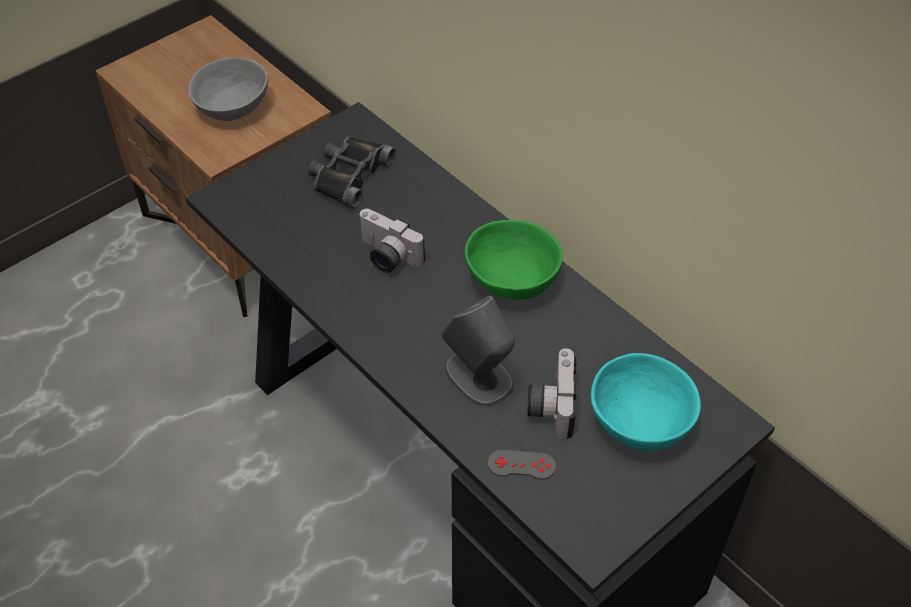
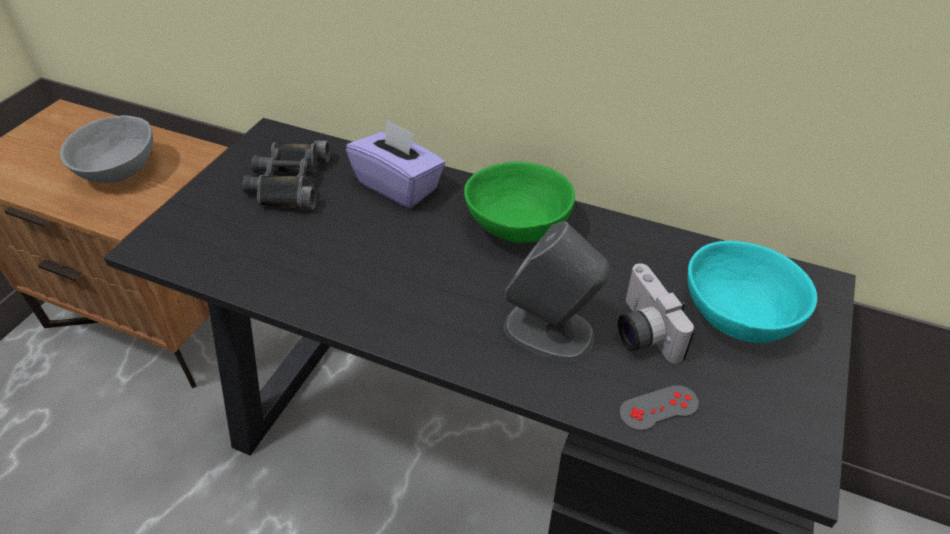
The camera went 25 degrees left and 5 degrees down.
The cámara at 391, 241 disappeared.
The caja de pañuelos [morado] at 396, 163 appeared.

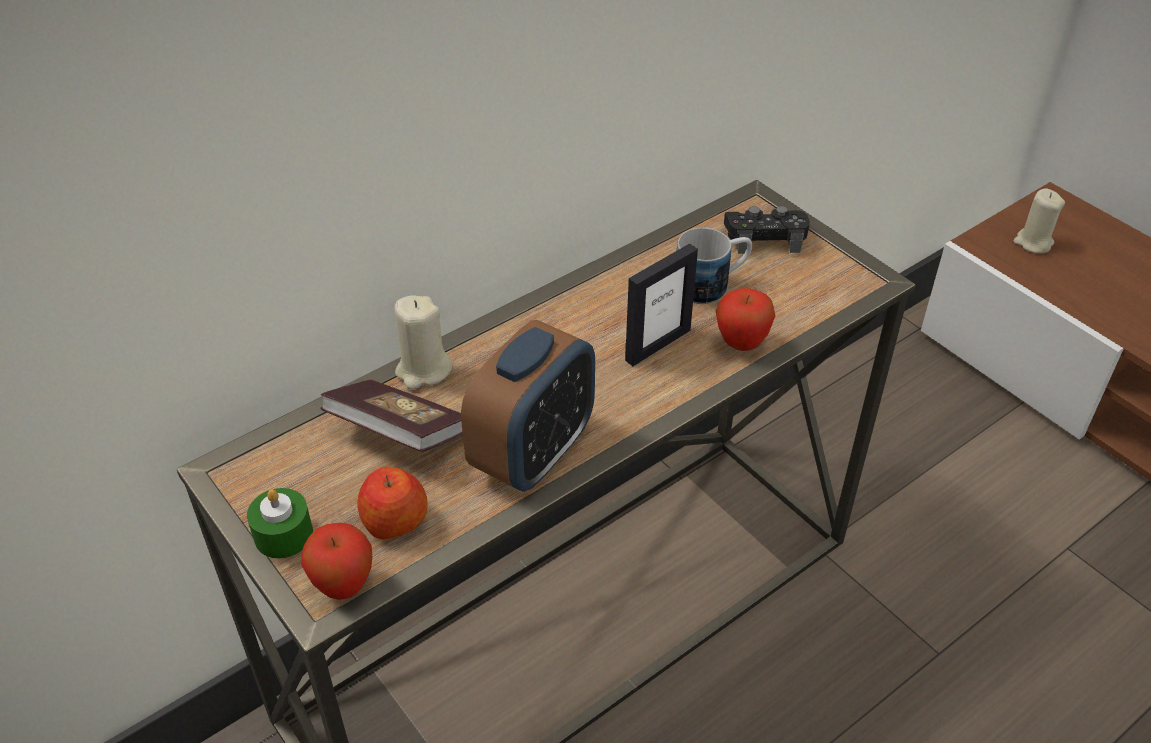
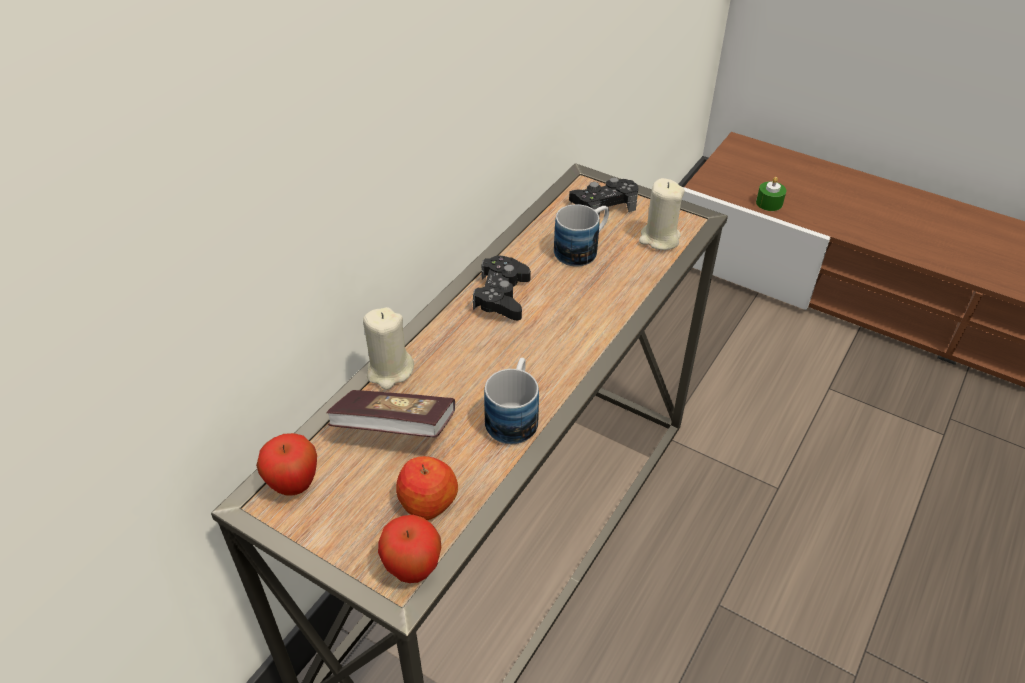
The camera went 20 degrees left and 0 degrees up.
The vela [verde] moved from 280, 523 to 771, 194.
The despertador at 528, 406 was replaced by the taza grande at 511, 401.
The portarretratos at 661, 305 disappeared.
The manzana moved from 745, 319 to 286, 464.
The vela [beis] moved from 1039, 220 to 662, 214.
The mando de consola [negro] at 502, 288 appeared.

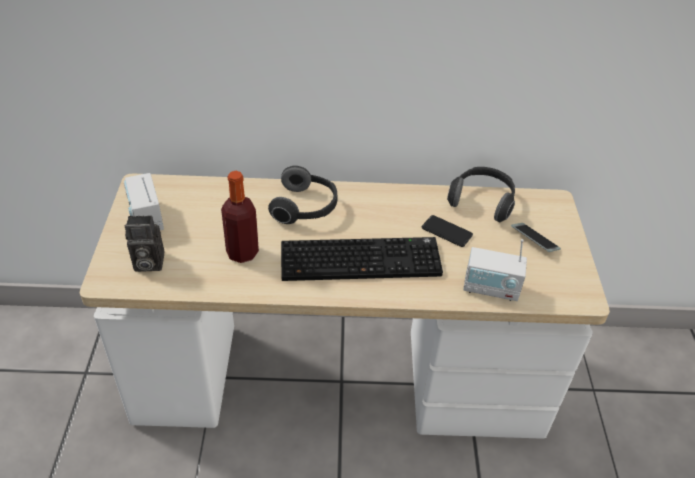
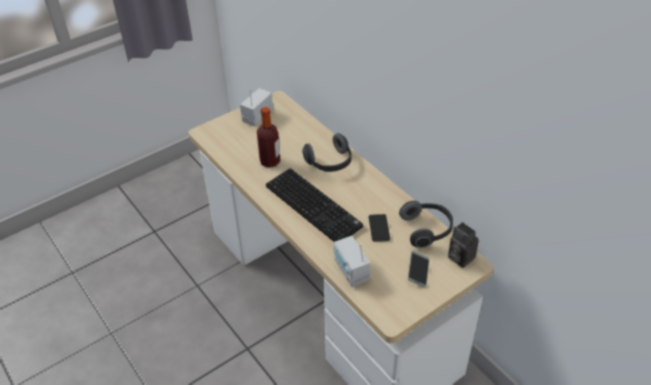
The camera went 55 degrees right and 0 degrees up.
The cámara moved from 144, 243 to 463, 245.

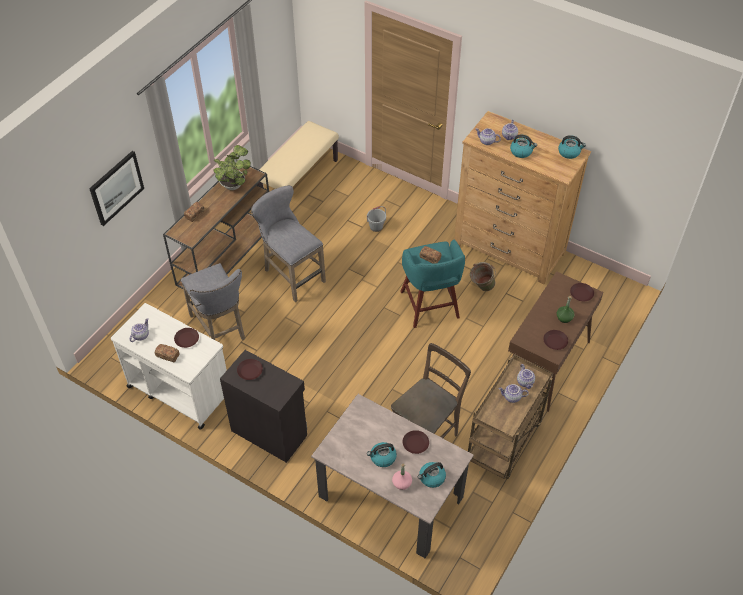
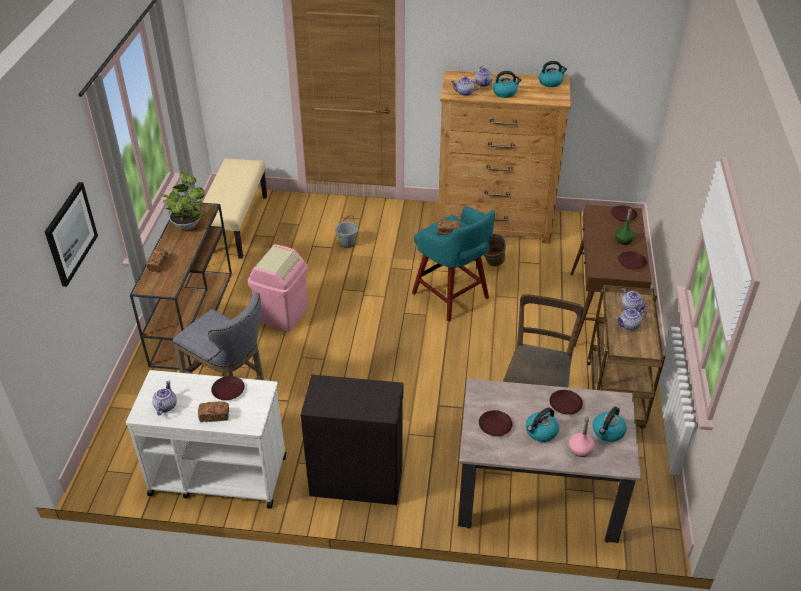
The camera went 25 degrees left and 10 degrees down.
The plato [marrón] moved from 250, 369 to 496, 423.
The taburete [gris] at 288, 243 was replaced by the papelera [rosa] at 278, 287.

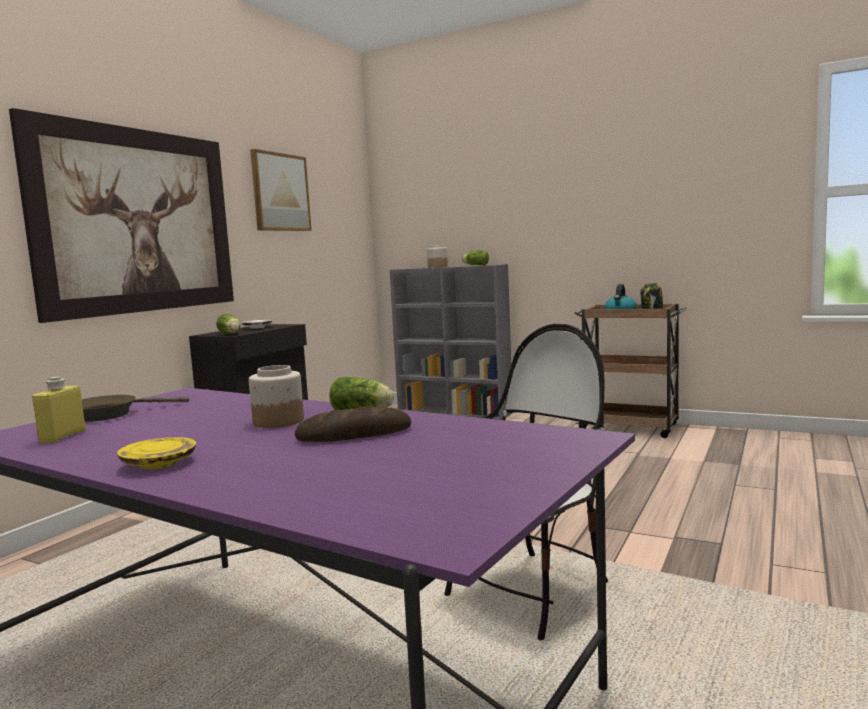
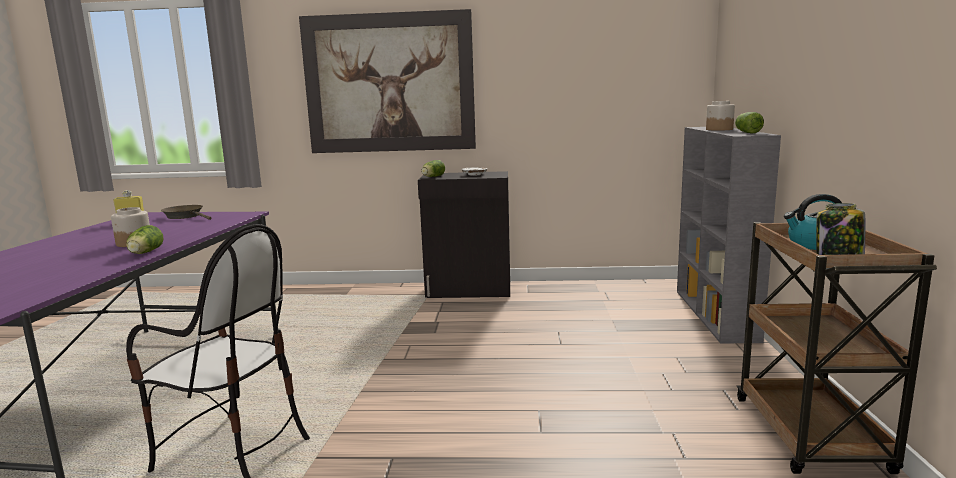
The camera went 65 degrees right and 5 degrees up.
The plato [amarillo] at 156, 453 disappeared.
The cuadro at 281, 190 disappeared.
The pan at 353, 424 disappeared.

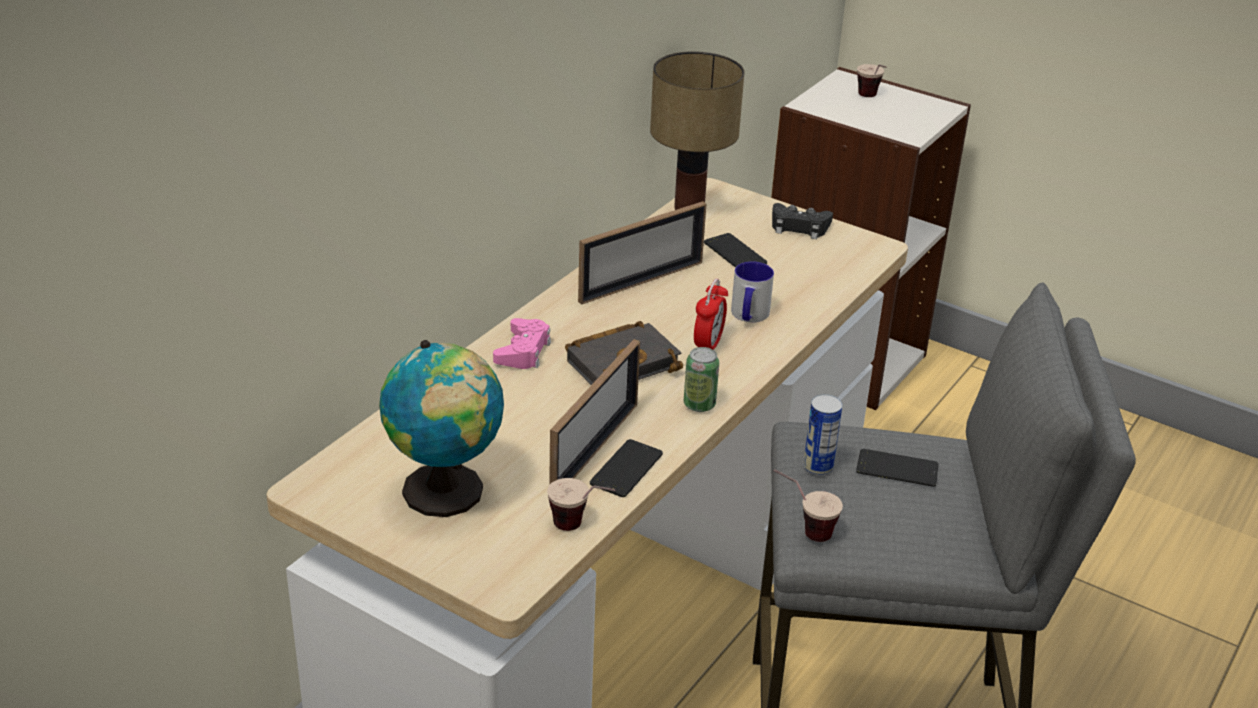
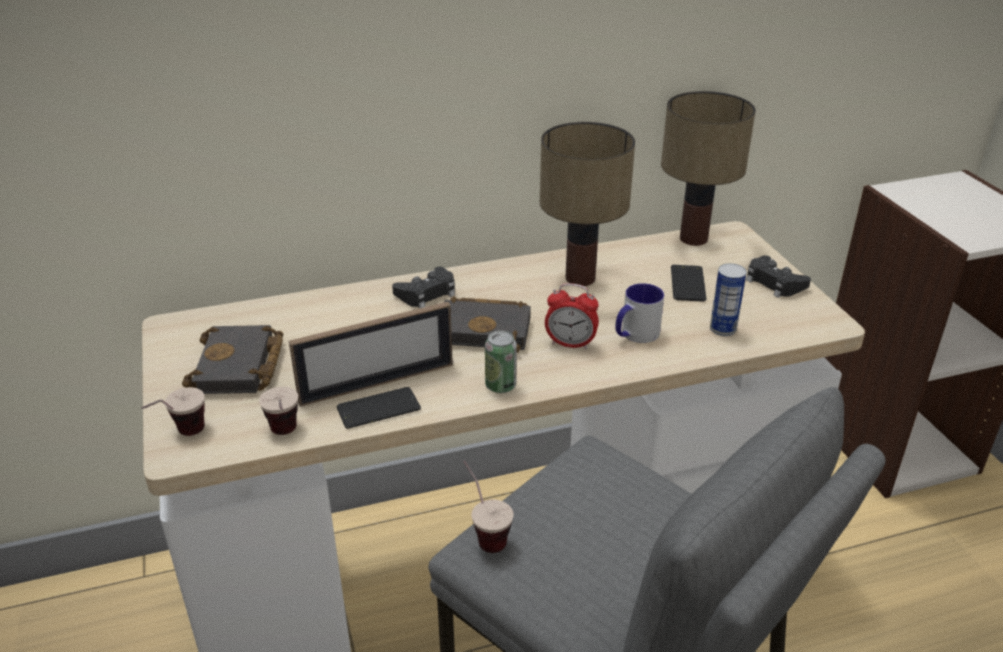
The camera went 40 degrees right and 0 degrees up.
The globo terráqueo at 441, 428 was replaced by the libro [negro] at 232, 359.
The mando de consola [rosa] at 522, 343 became the mando de consola [negro] at 423, 288.
The portarretratos at 642, 253 was replaced by the lámpara de mesa at 587, 204.
The despertador at 711, 314 turned 45 degrees clockwise.
The lata moved from 823, 435 to 728, 299.
The móvil at 897, 468 disappeared.
The taza moved from 871, 80 to 173, 411.

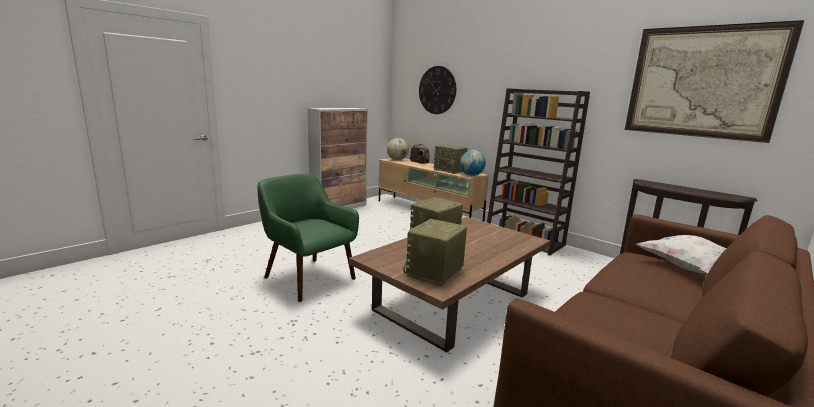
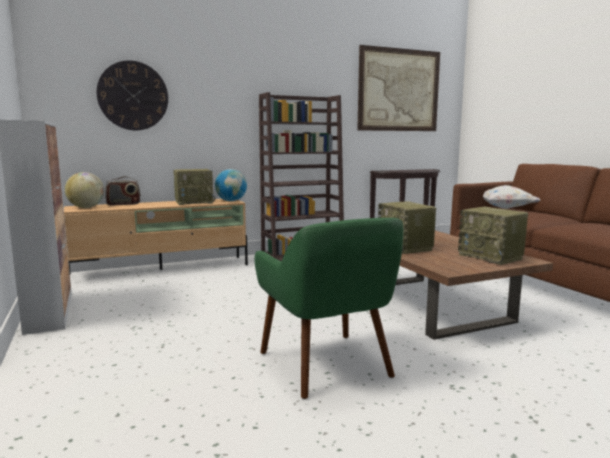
The camera went 65 degrees left and 5 degrees down.
The sillón [verde] at 308, 238 turned 90 degrees counterclockwise.

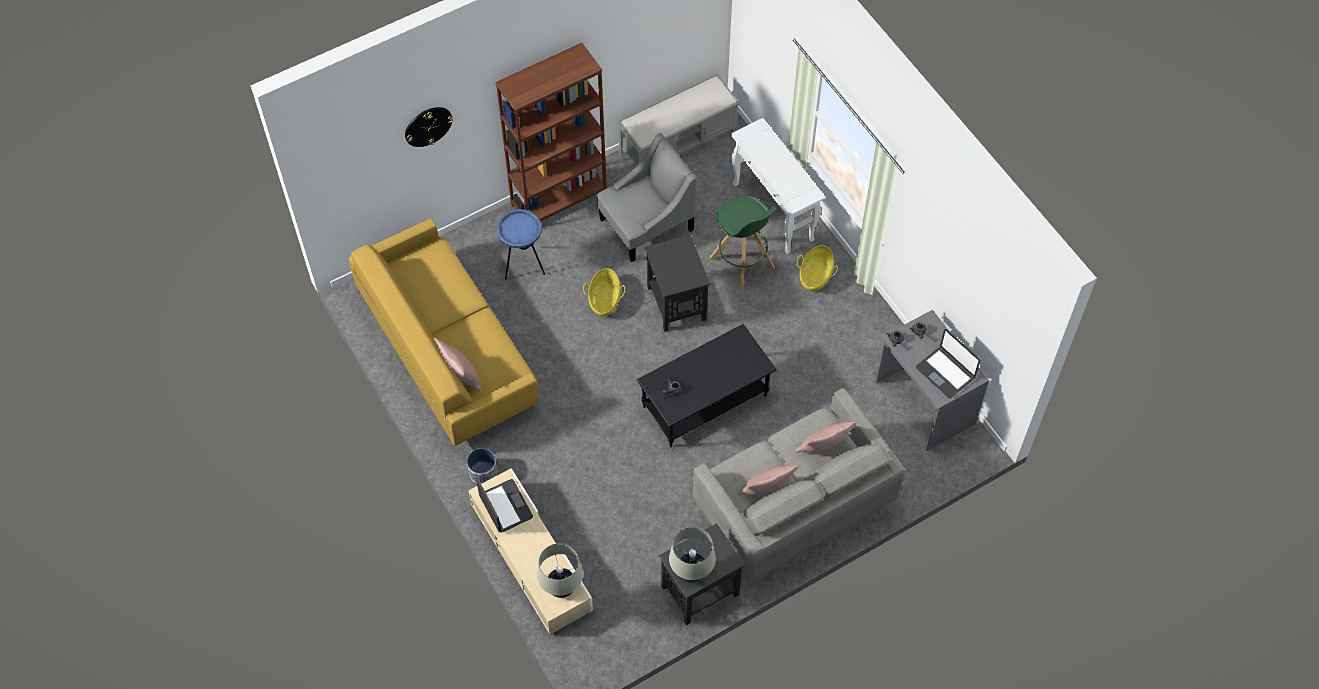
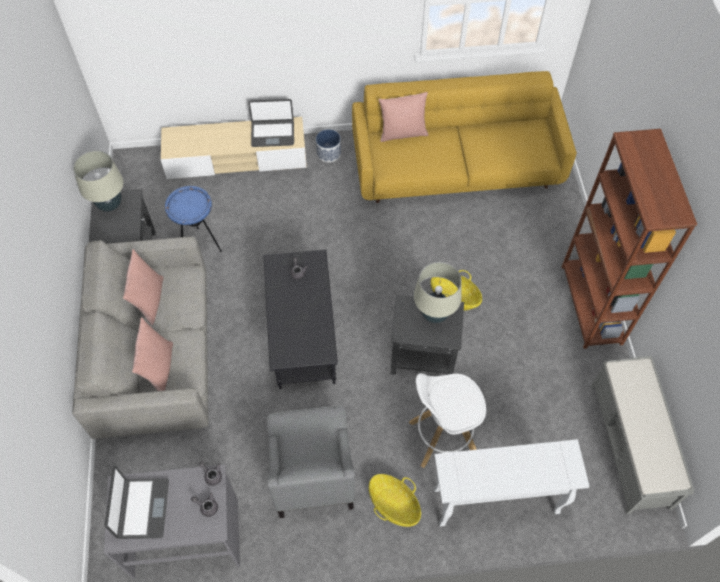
The camera went 115 degrees right and 0 degrees up.
The reloj de pared at 429, 127 disappeared.
The mesa auxiliar [azul] moved from 521, 244 to 193, 219.
The lámpara de mesa [beis] moved from 560, 570 to 438, 292.
The sillón [gris] moved from 646, 197 to 311, 462.
The taburete [verde] at 743, 243 became the taburete [blanco] at 447, 420.
The portátil at 948, 363 turned 105 degrees clockwise.

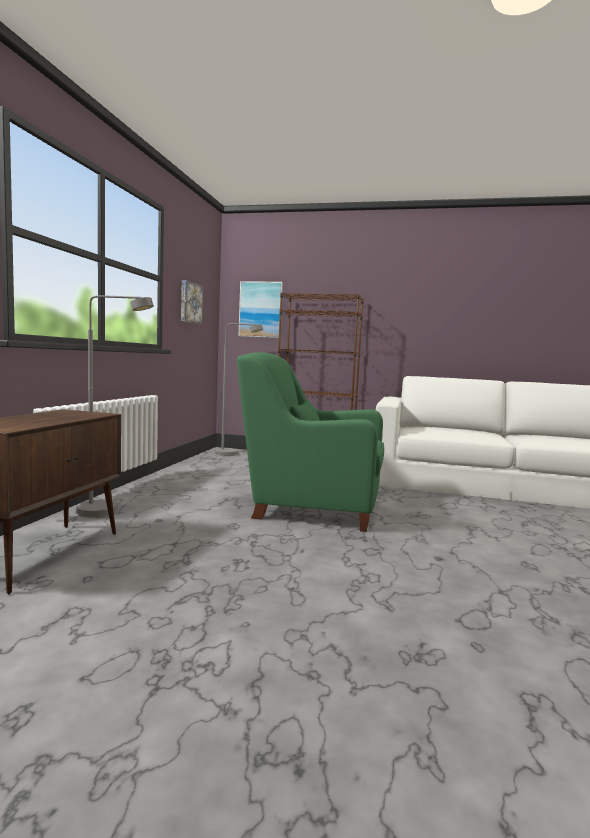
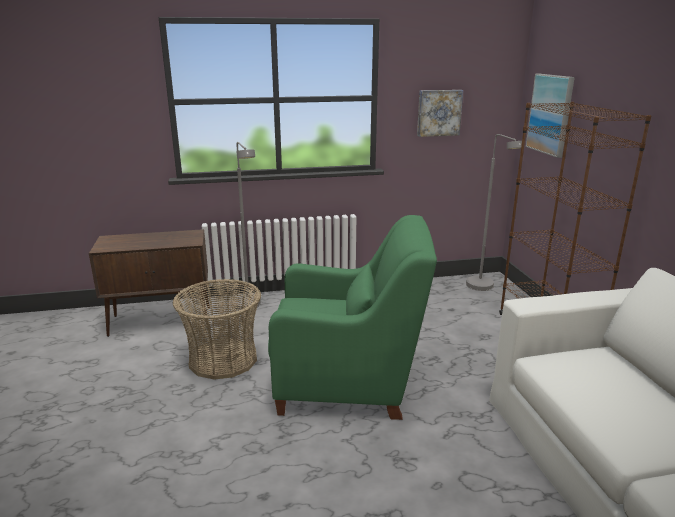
The camera went 65 degrees right and 15 degrees up.
The sillón [verde] at 310, 442 turned 105 degrees clockwise.
The cesta at 216, 329 appeared.

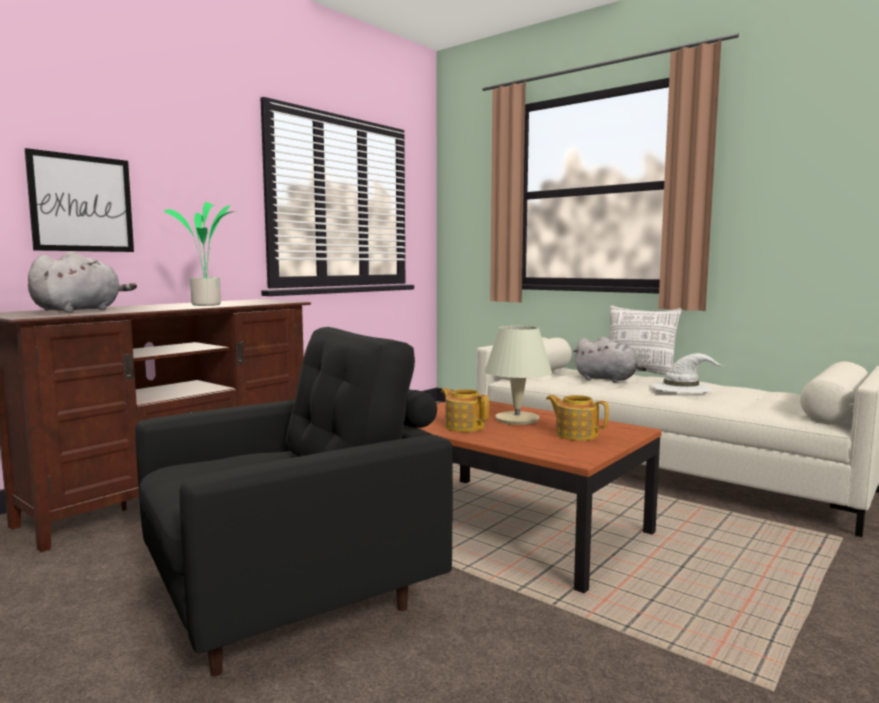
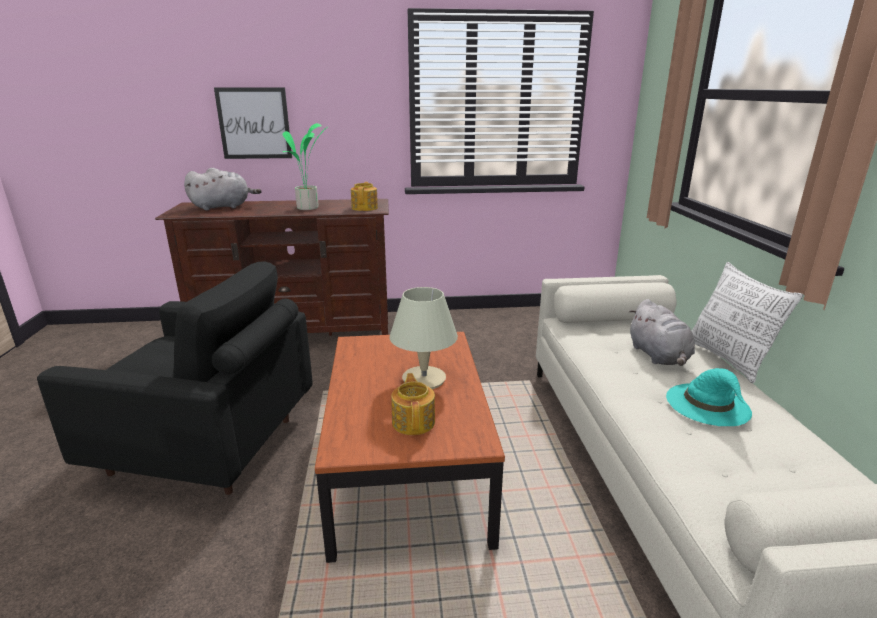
The camera went 45 degrees right and 15 degrees up.
The tetera moved from 465, 410 to 364, 196.
The sombrero [blanco] at 687, 373 became the sombrero [turquesa] at 709, 397.

